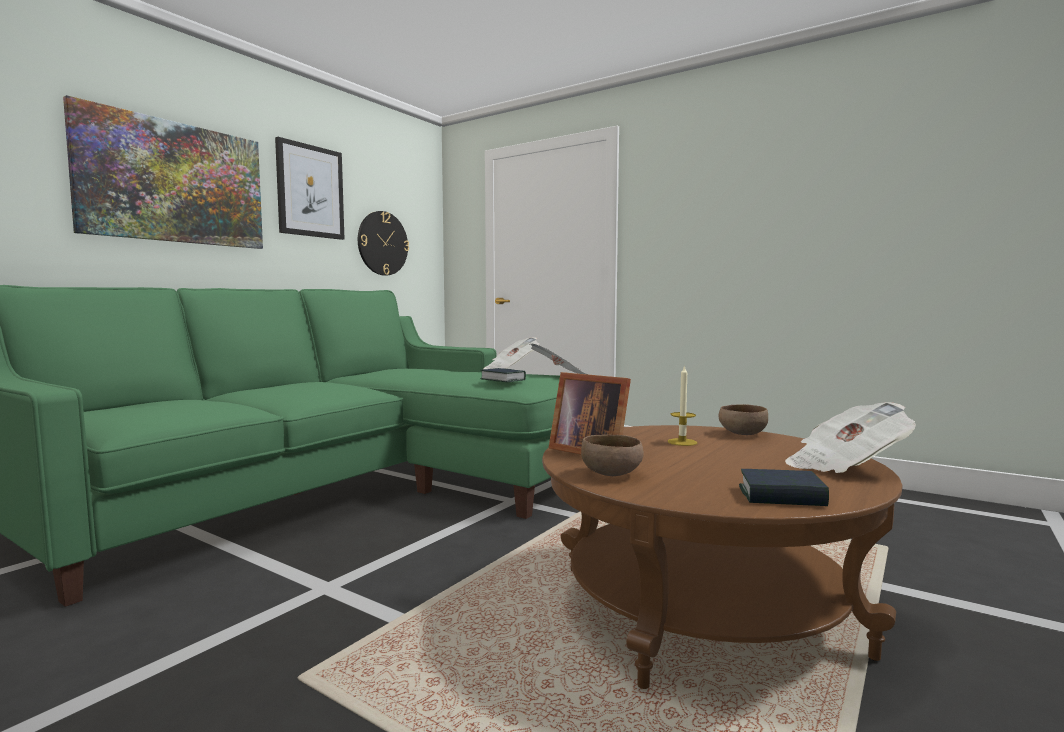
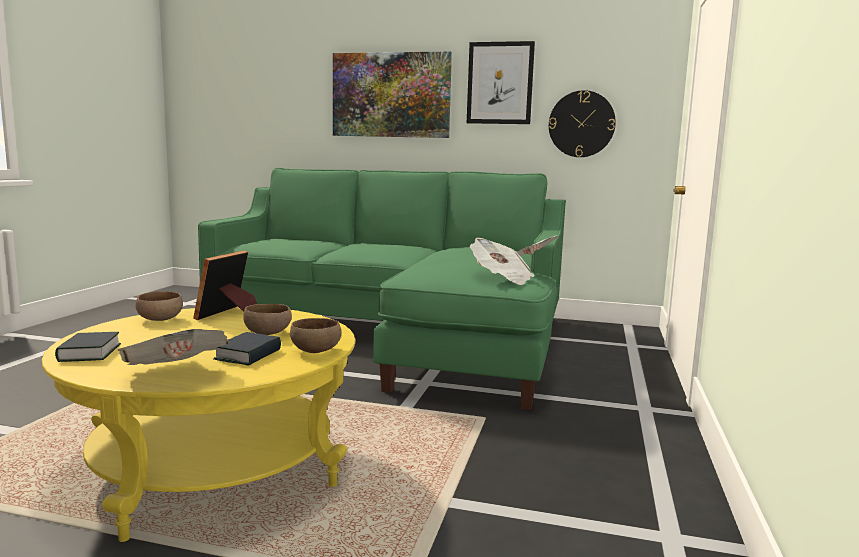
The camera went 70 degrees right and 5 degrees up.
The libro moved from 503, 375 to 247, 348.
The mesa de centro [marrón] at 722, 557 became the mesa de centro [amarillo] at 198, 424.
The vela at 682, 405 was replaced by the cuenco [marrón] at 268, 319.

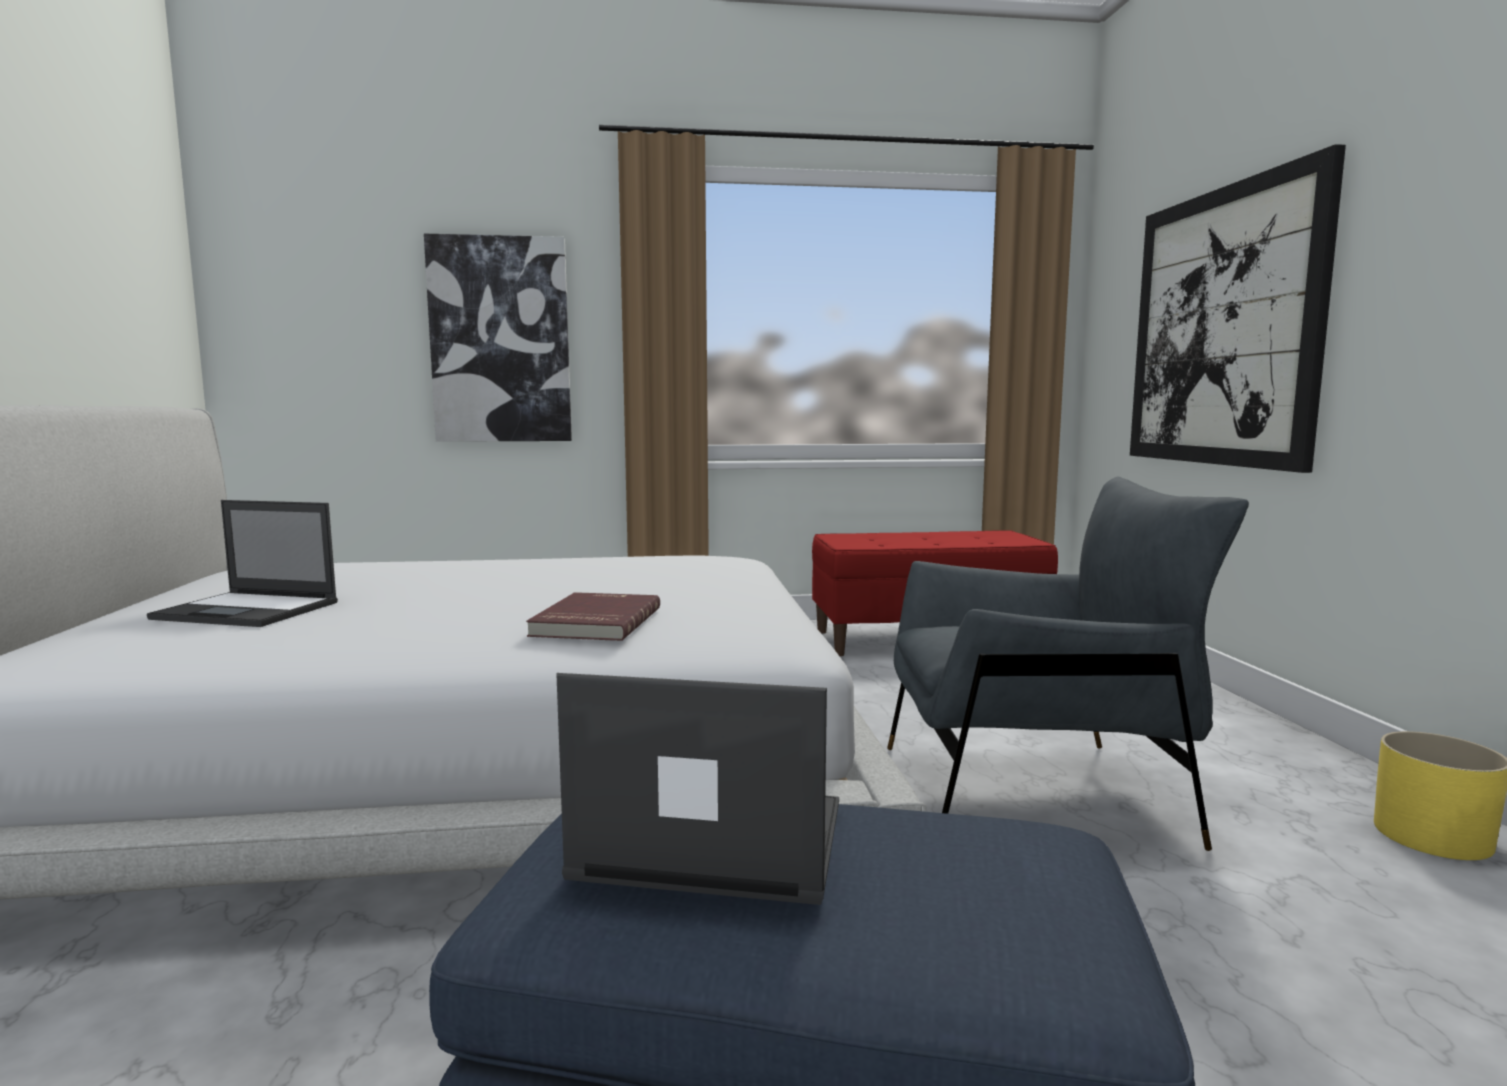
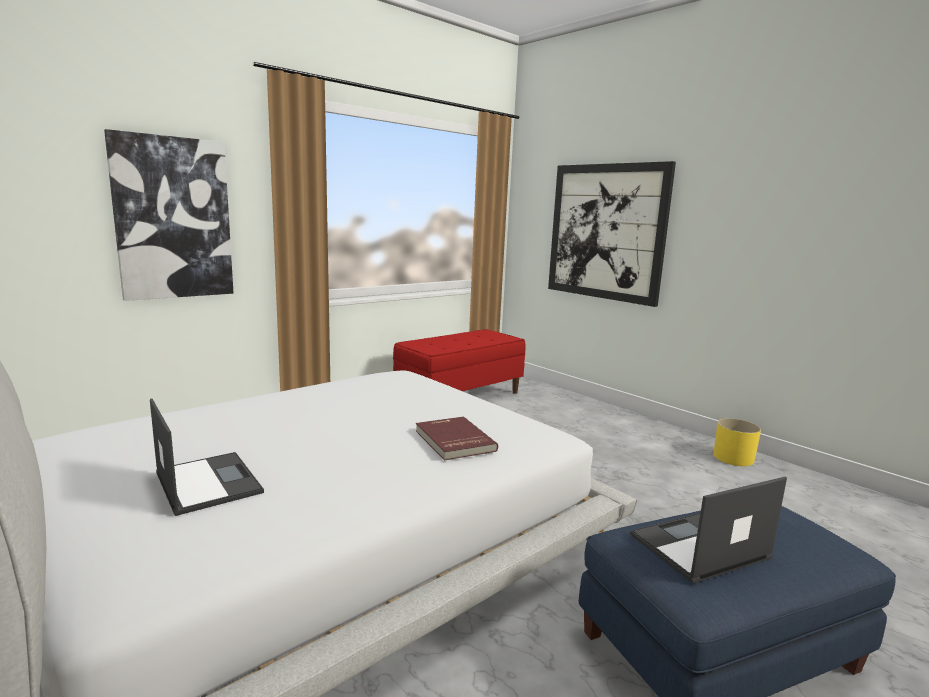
The camera went 35 degrees left and 5 degrees up.
The portátil at 242, 563 turned 105 degrees counterclockwise.
The sillón [gris] at 1068, 663 disappeared.

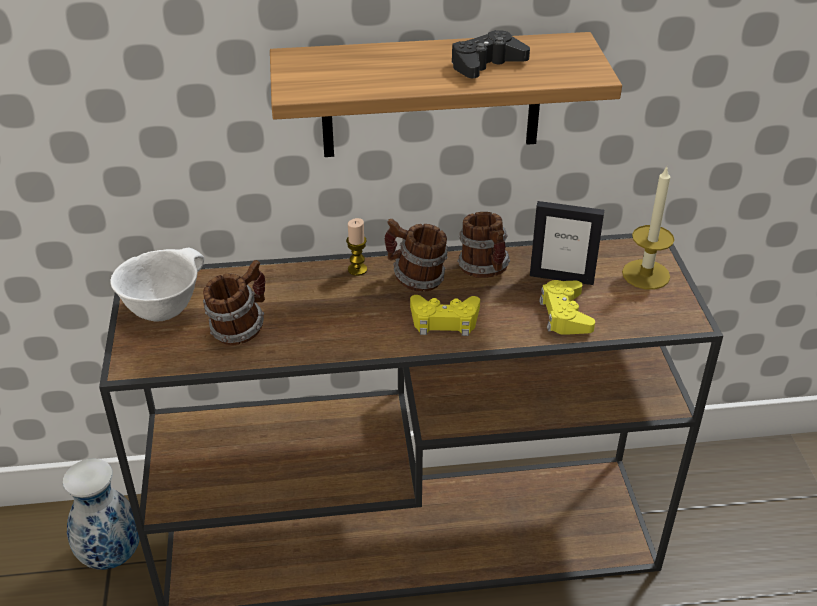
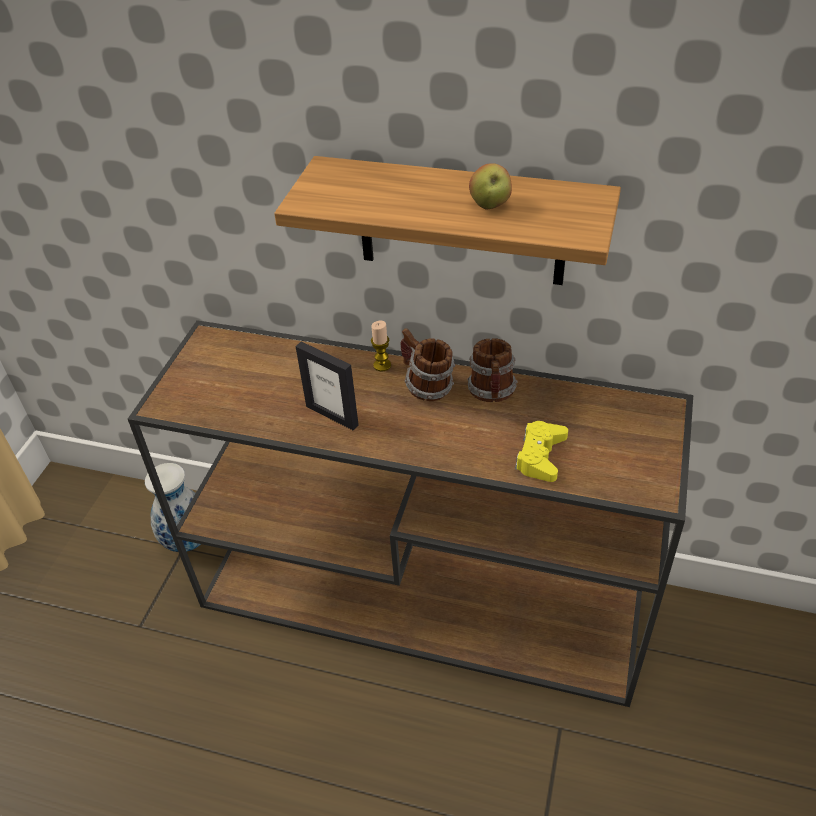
The camera went 25 degrees right and 5 degrees up.
The cuenco [blanco] at 157, 285 disappeared.
The taza grande at 234, 302 disappeared.
The mando de consola [amarillo] at 445, 315 disappeared.
The mando de consola [negro] at 490, 54 was replaced by the manzana at 490, 186.
The portarretratos moved from 567, 243 to 327, 386.
The vela at 648, 227 disappeared.

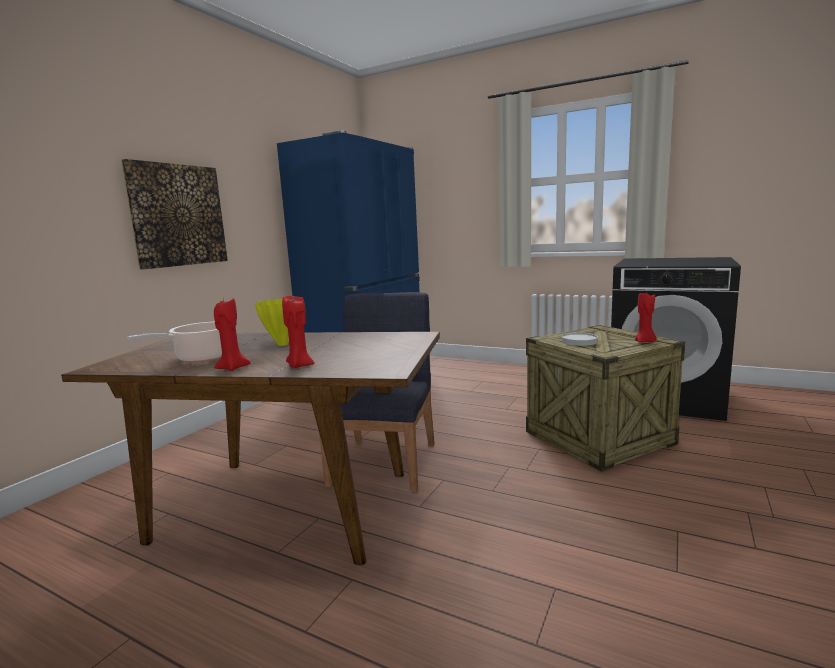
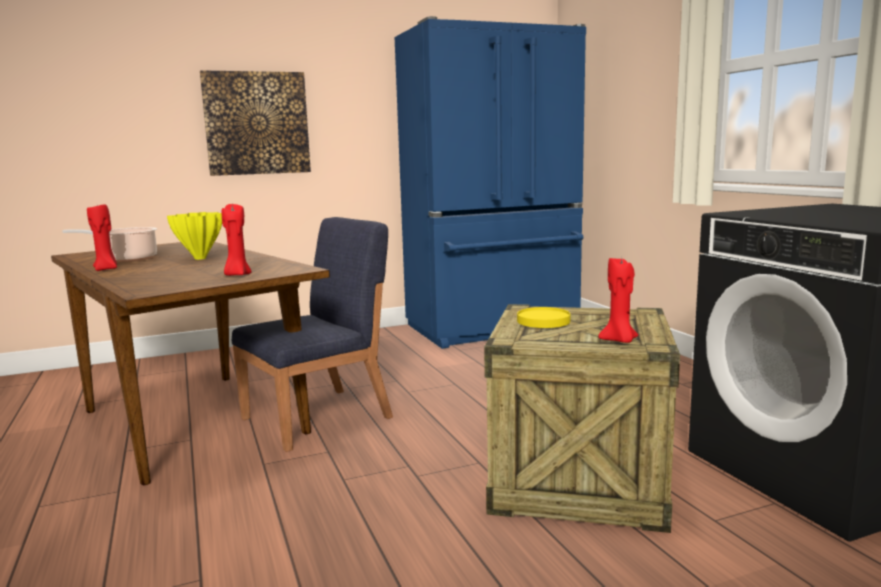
The camera went 40 degrees right and 0 degrees up.
The vela [rojo] moved from 298, 332 to 236, 240.
The plato [blanco] at 580, 339 became the plato [amarillo] at 543, 317.

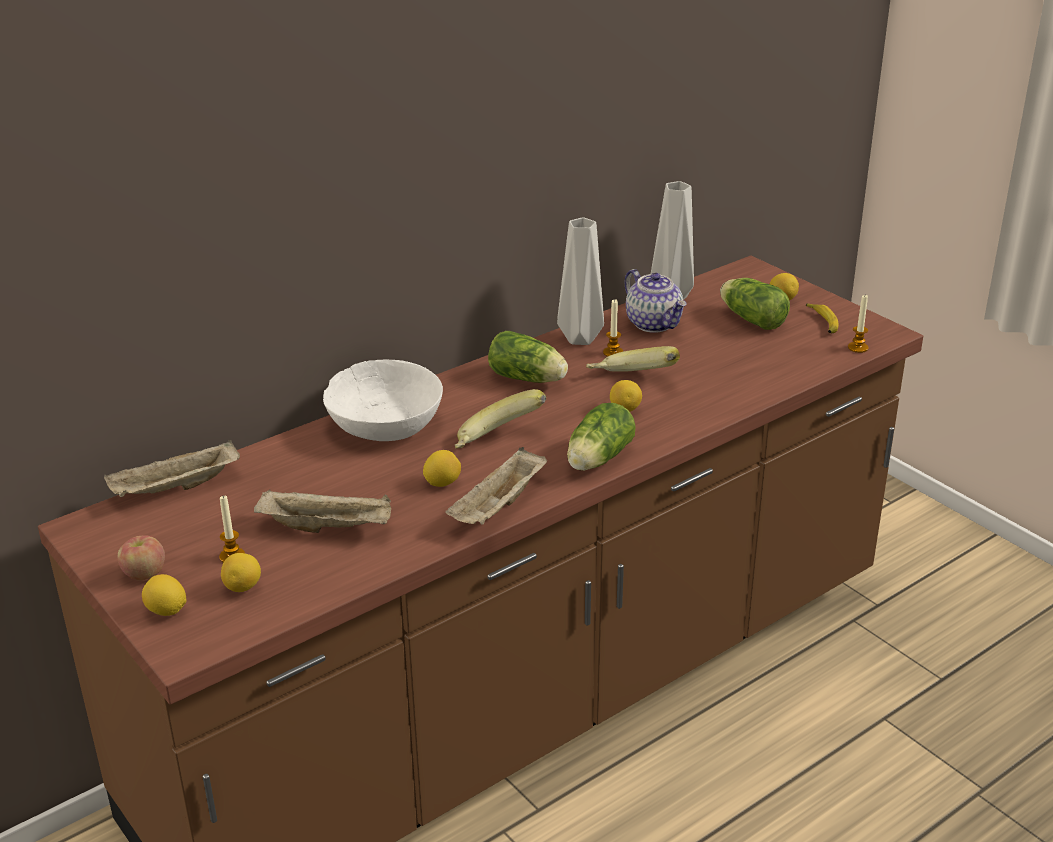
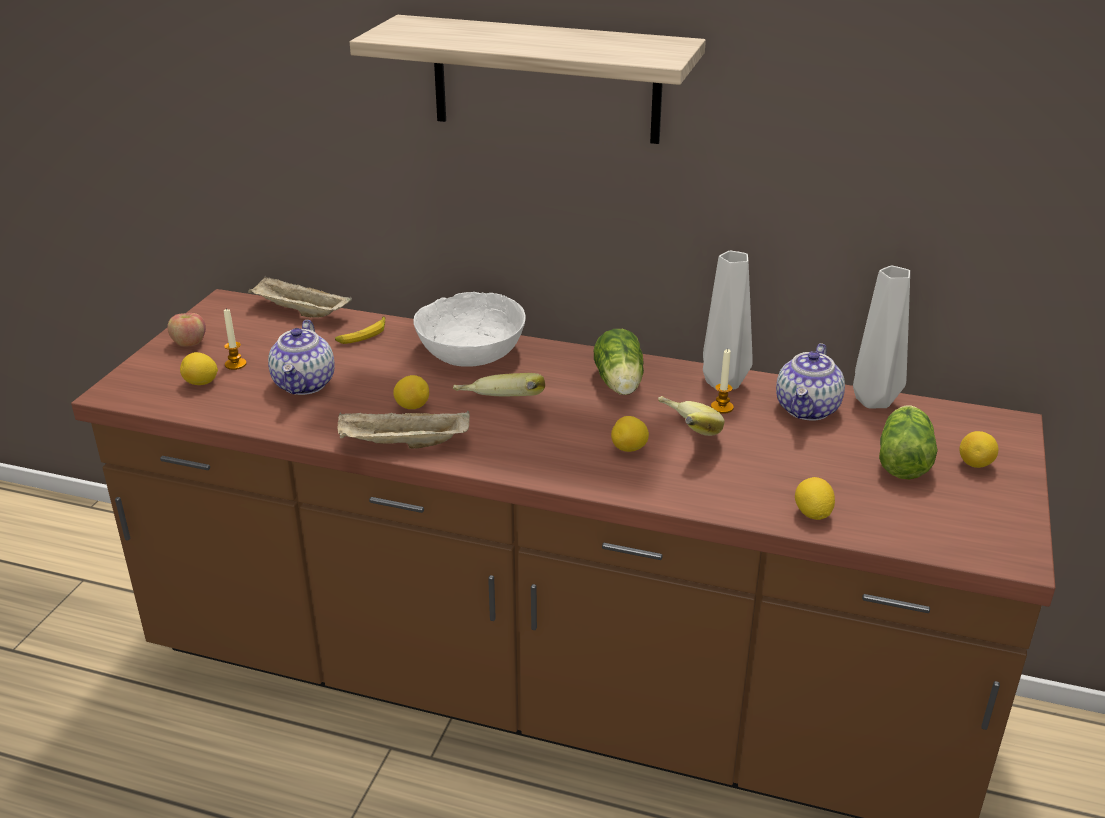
The camera went 55 degrees right and 0 degrees up.
The limón moved from 164, 595 to 815, 498.
The bandeja [beis] at 322, 511 was replaced by the tetera at 301, 357.
The lechuga at 601, 437 disappeared.
The plátano moved from 822, 318 to 360, 330.
The vela at 858, 324 disappeared.
The estante at 528, 79 appeared.

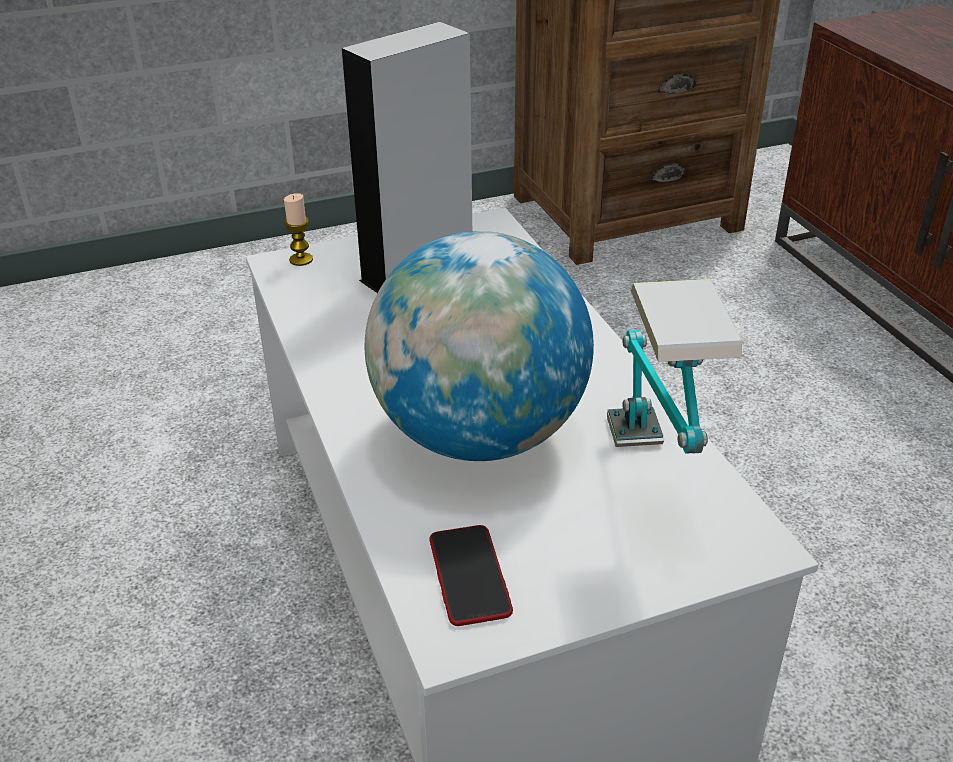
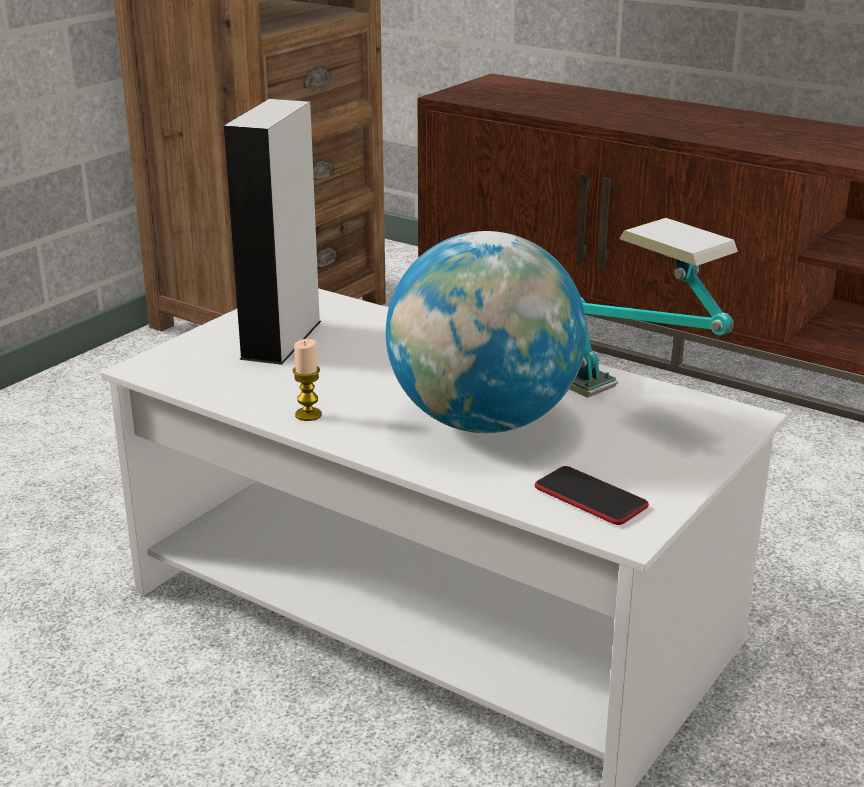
The camera went 35 degrees left and 10 degrees down.
The vela moved from 298, 229 to 307, 380.

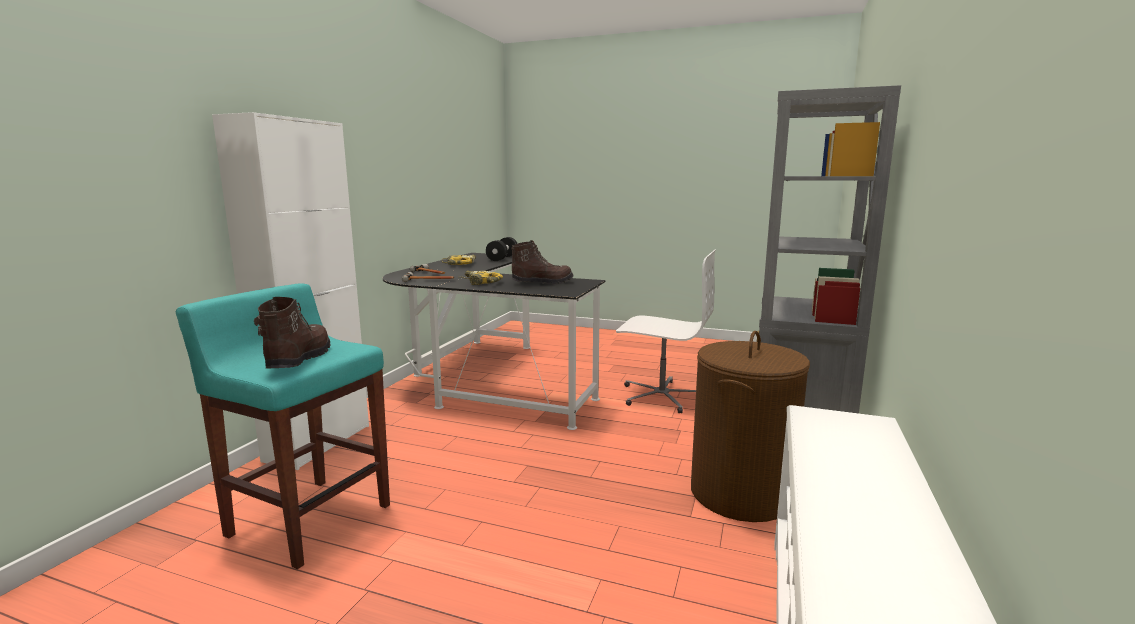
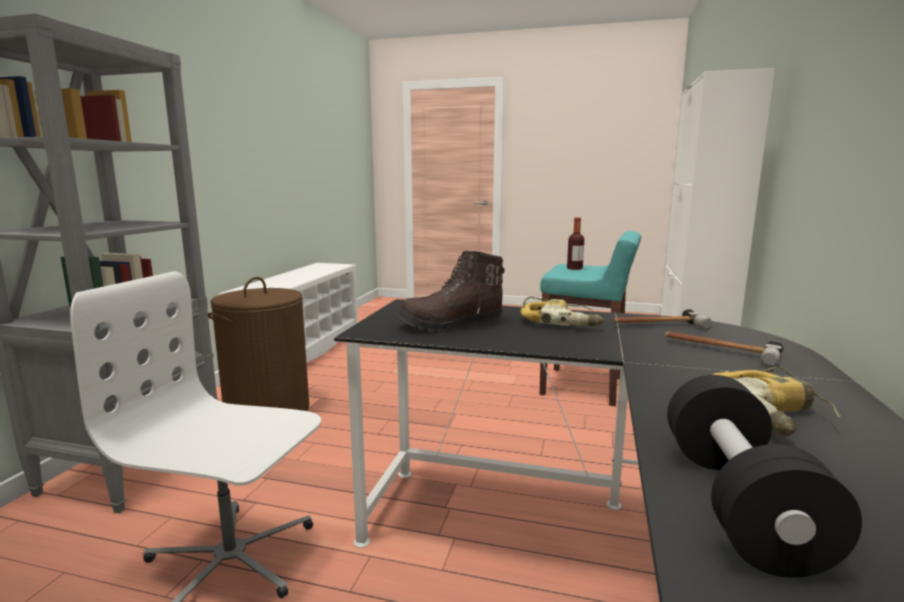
The camera went 175 degrees right and 0 degrees up.
The bota [marrón] at 292, 333 was replaced by the botella at 575, 243.

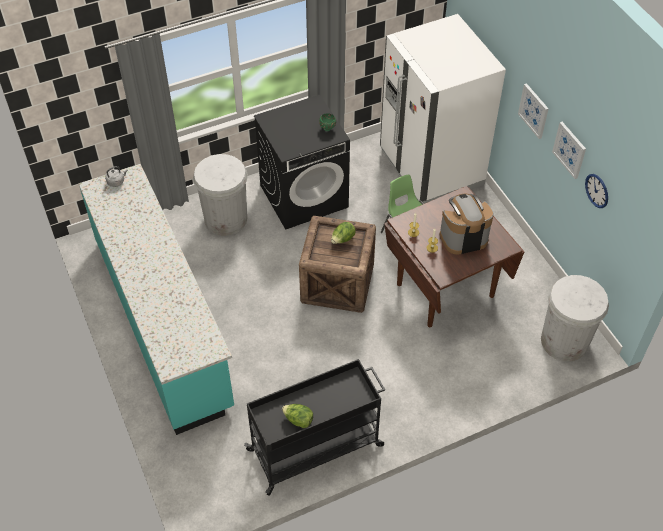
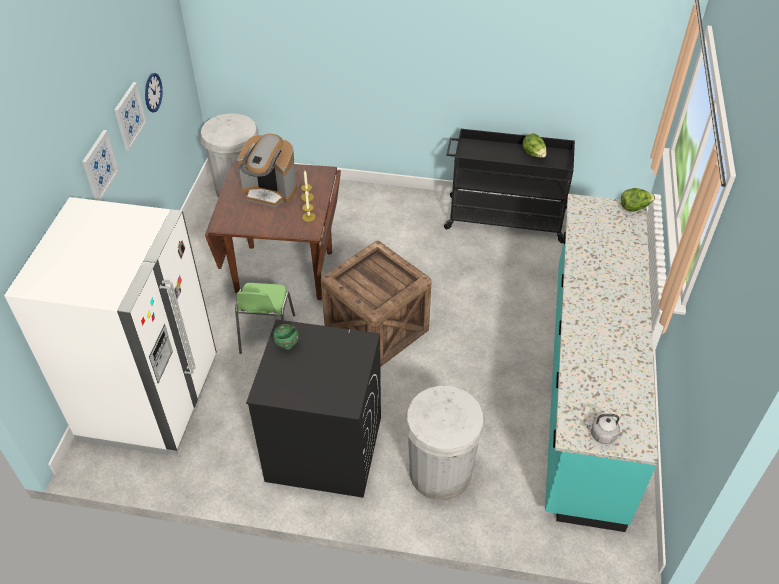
The camera went 145 degrees left and 5 degrees down.
The lechuga moved from 343, 233 to 638, 200.

